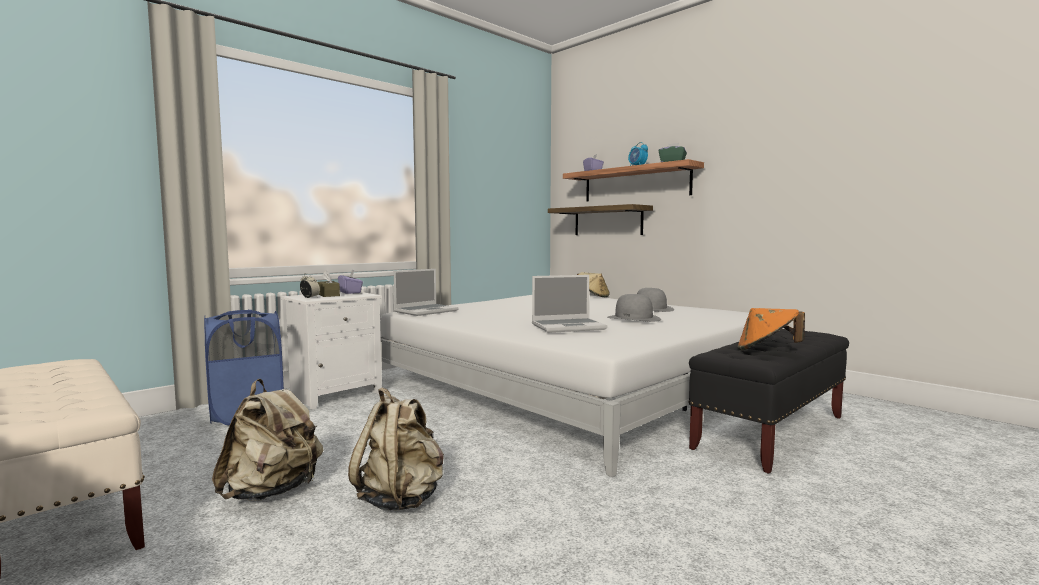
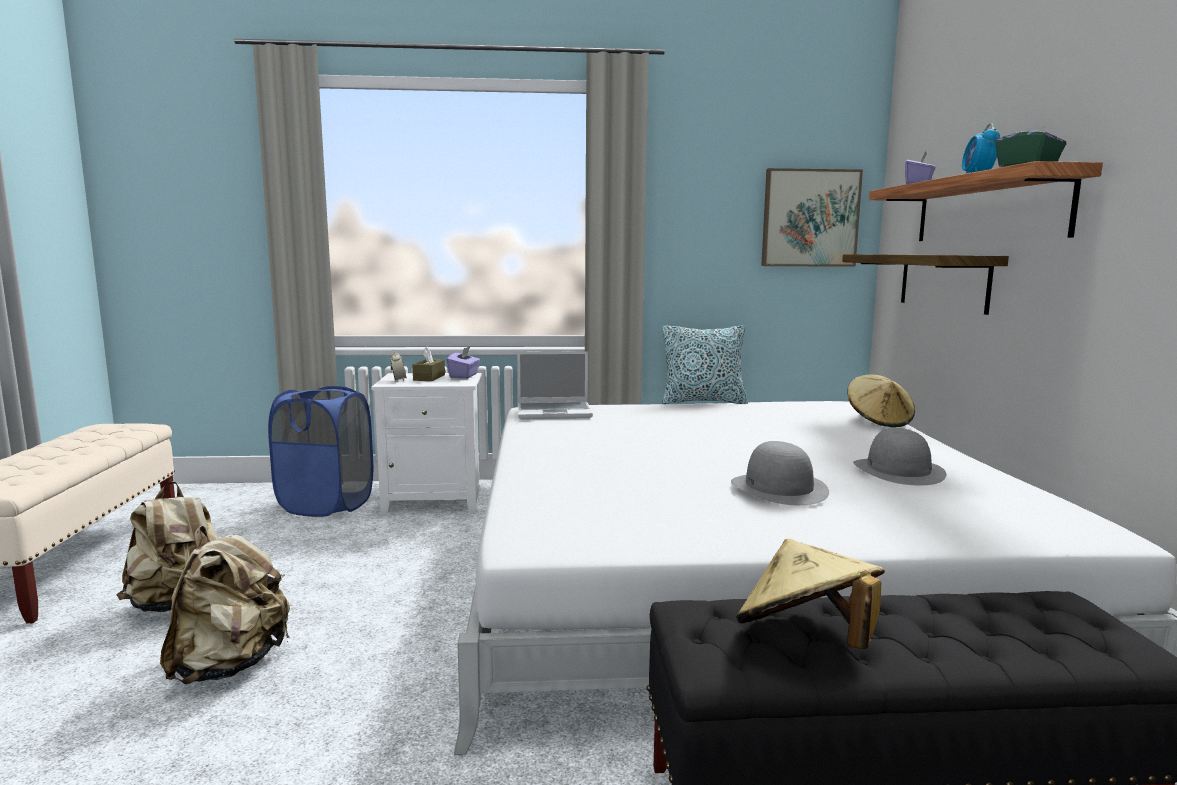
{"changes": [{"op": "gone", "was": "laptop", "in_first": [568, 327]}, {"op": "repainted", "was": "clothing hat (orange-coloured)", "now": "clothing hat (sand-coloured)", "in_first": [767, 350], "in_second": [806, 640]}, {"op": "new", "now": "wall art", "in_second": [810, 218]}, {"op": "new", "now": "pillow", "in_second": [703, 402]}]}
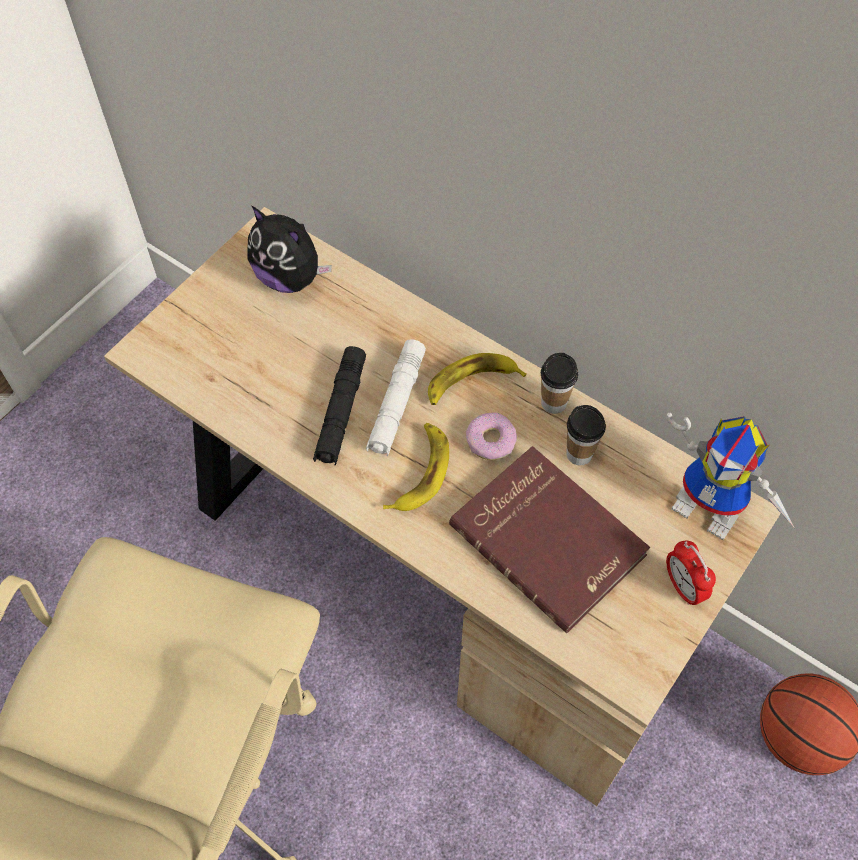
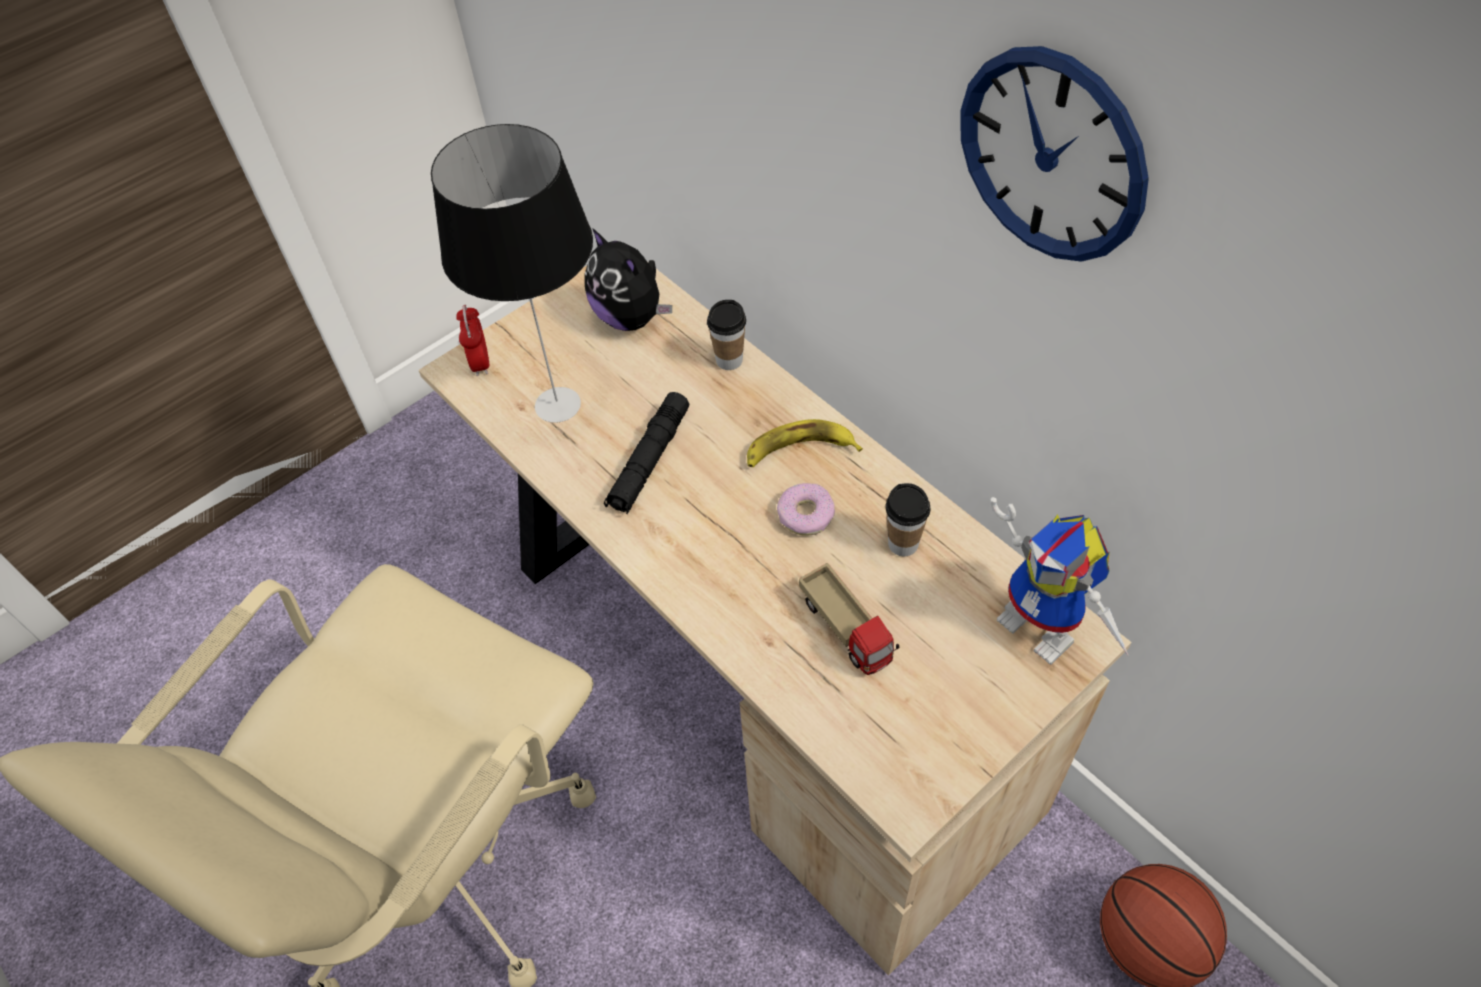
{"changes": [{"op": "gone", "was": "torch (white-coloured)", "in_first": [396, 403]}, {"op": "shifted", "was": "cup", "in_first": [553, 403], "in_second": [729, 360]}, {"op": "gone", "was": "banana fruit", "in_first": [420, 472]}, {"op": "swapped", "was": "bound book (red-coloured)", "now": "toy lorry", "in_first": [550, 538], "in_second": [847, 629]}, {"op": "shifted", "was": "bedside clock", "in_first": [683, 587], "in_second": [480, 362]}, {"op": "new", "now": "wall clock", "in_second": [1051, 156]}, {"op": "new", "now": "lamp for a table", "in_second": [557, 406]}]}
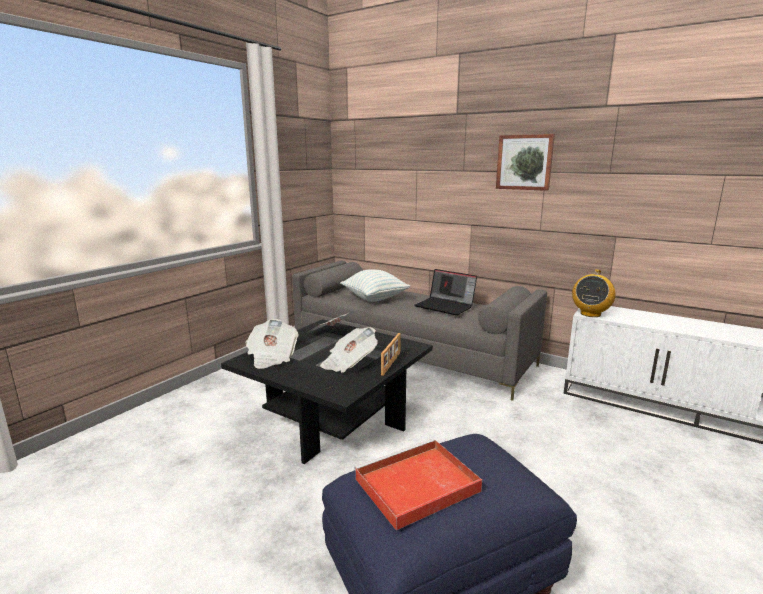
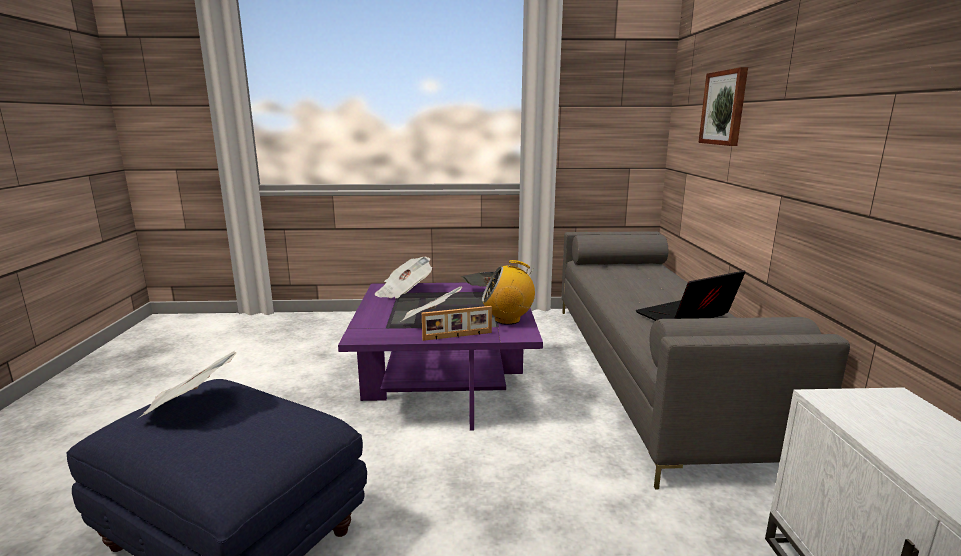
{"changes": [{"op": "shifted", "was": "wall art", "in_first": [524, 162], "in_second": [724, 108]}, {"op": "rotated", "was": "laptop", "in_first": [445, 306], "in_second": [685, 317], "clockwise": 60}, {"op": "shifted", "was": "radio", "in_first": [590, 314], "in_second": [507, 319]}, {"op": "gone", "was": "pillow", "in_first": [374, 298]}, {"op": "repainted", "was": "coffee table (blackish)", "now": "coffee table (purple)", "in_first": [333, 419], "in_second": [445, 385]}, {"op": "swapped", "was": "tray (red-coloured)", "now": "printed paper", "in_first": [415, 486], "in_second": [192, 405]}]}
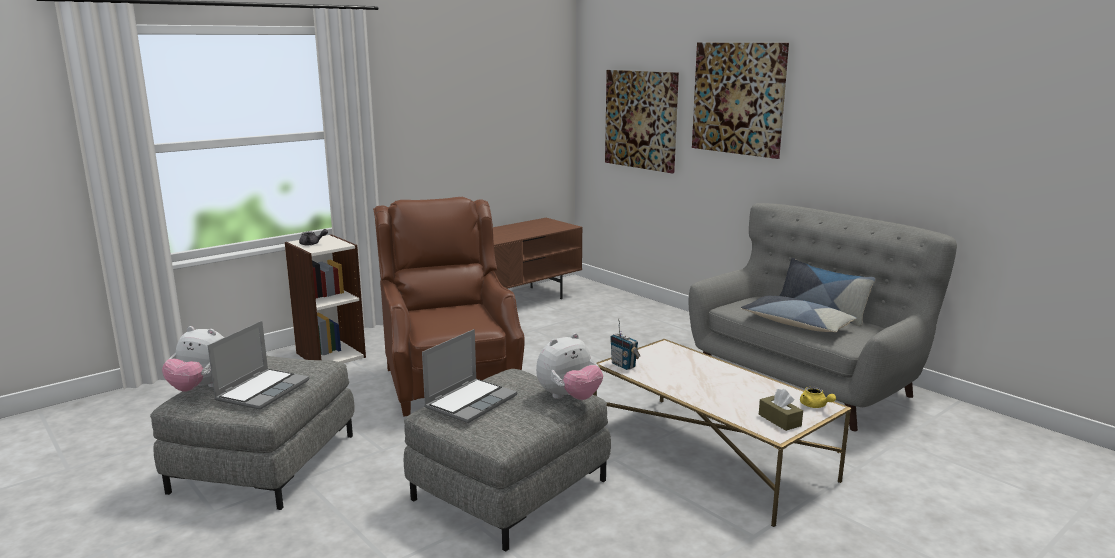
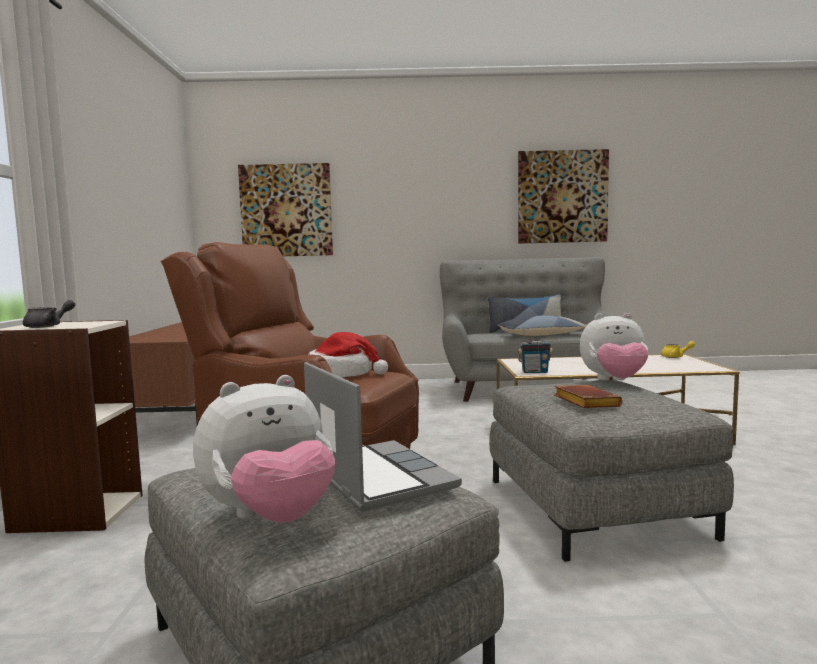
{"changes": [{"op": "shifted", "was": "wall art", "in_first": [738, 98], "in_second": [562, 197]}, {"op": "swapped", "was": "laptop", "now": "bound book (brown)", "in_first": [471, 401], "in_second": [584, 402]}, {"op": "rotated", "was": "soft toy", "in_first": [569, 398], "in_second": [614, 381], "clockwise": 90}, {"op": "gone", "was": "tissue box (brown)", "in_first": [779, 420]}, {"op": "new", "now": "clothing hat", "in_second": [342, 374]}]}
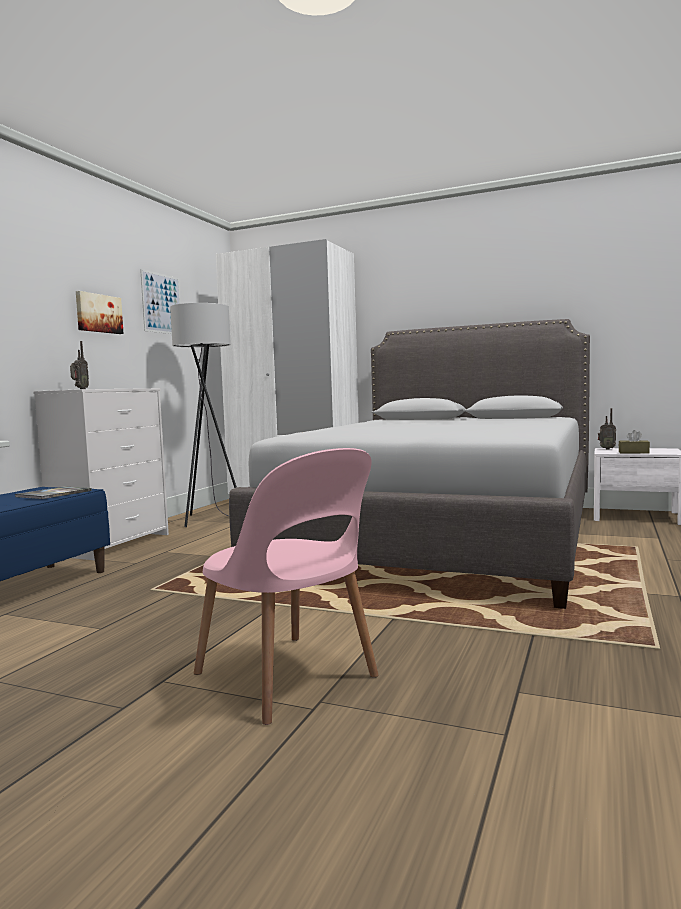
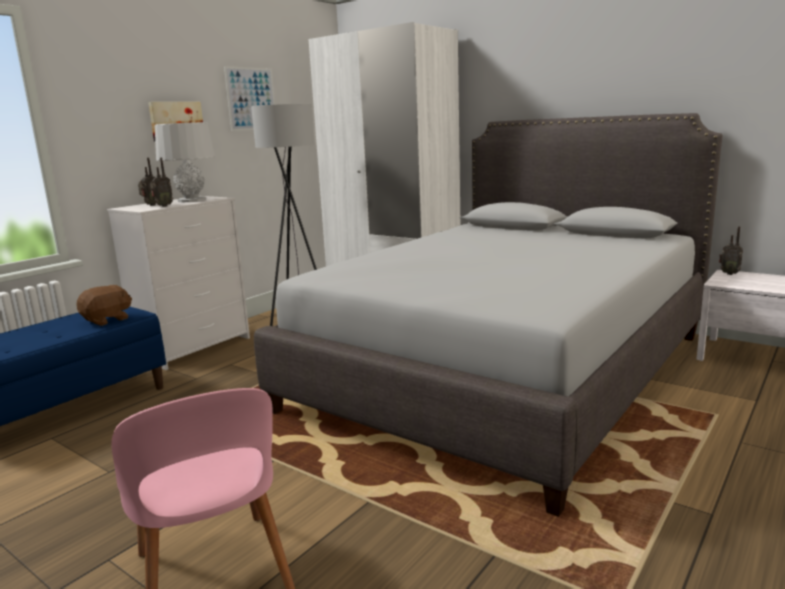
{"changes": [{"op": "gone", "was": "tissue box (brown)", "in_first": [633, 452]}, {"op": "swapped", "was": "bound book", "now": "soft toy (brown)", "in_first": [54, 494], "in_second": [107, 320]}, {"op": "new", "now": "lamp for a table (grey)", "in_second": [191, 200]}, {"op": "new", "now": "radio", "in_second": [162, 206]}]}
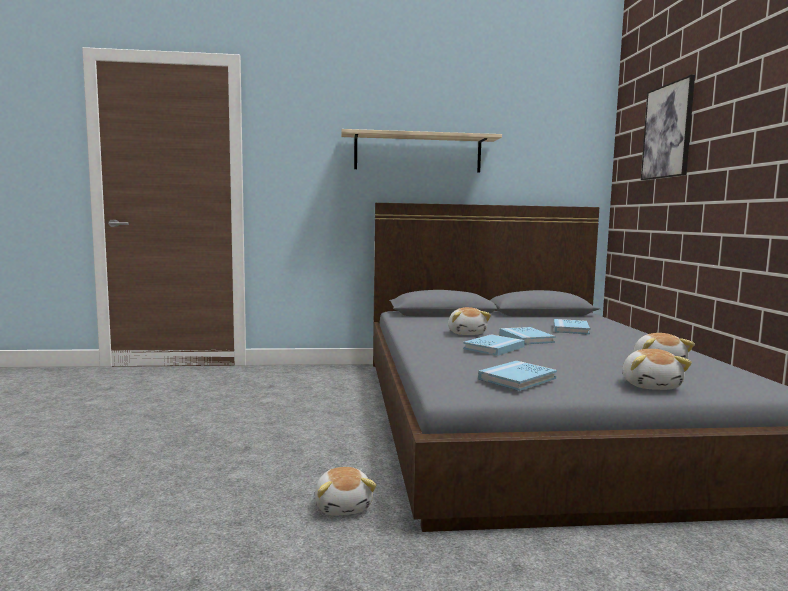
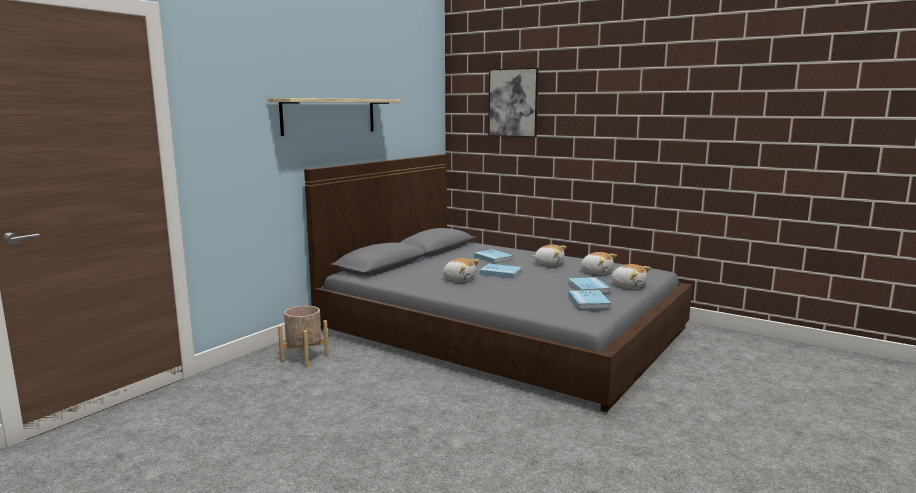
{"changes": [{"op": "shifted", "was": "bound book (bluish)", "in_first": [494, 348], "in_second": [588, 288]}, {"op": "shifted", "was": "soft toy", "in_first": [344, 506], "in_second": [549, 264]}, {"op": "new", "now": "plant pot (sand-coloured)", "in_second": [304, 358]}]}
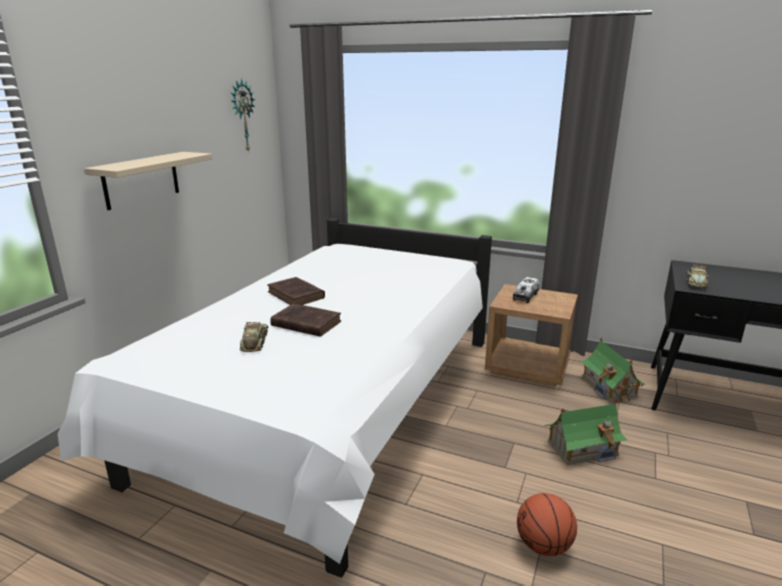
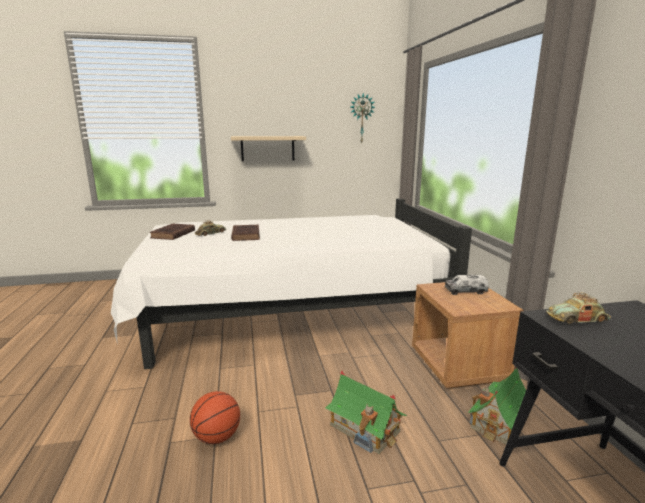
{"changes": [{"op": "shifted", "was": "bound book (brown)", "in_first": [297, 295], "in_second": [172, 234]}]}
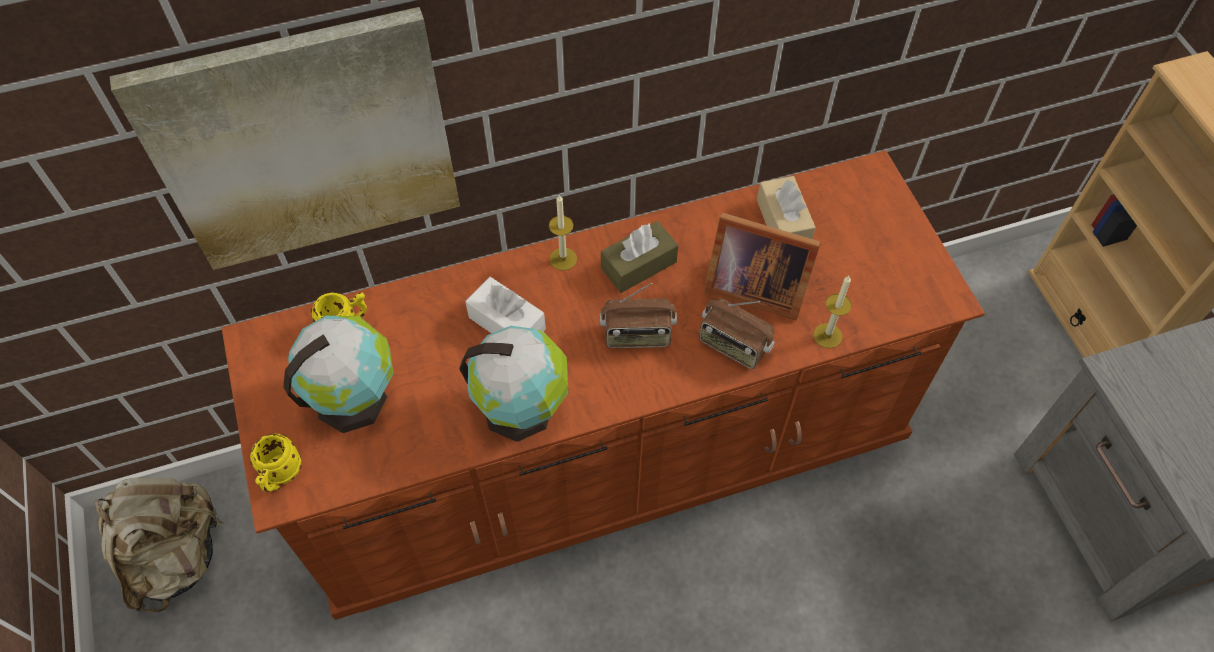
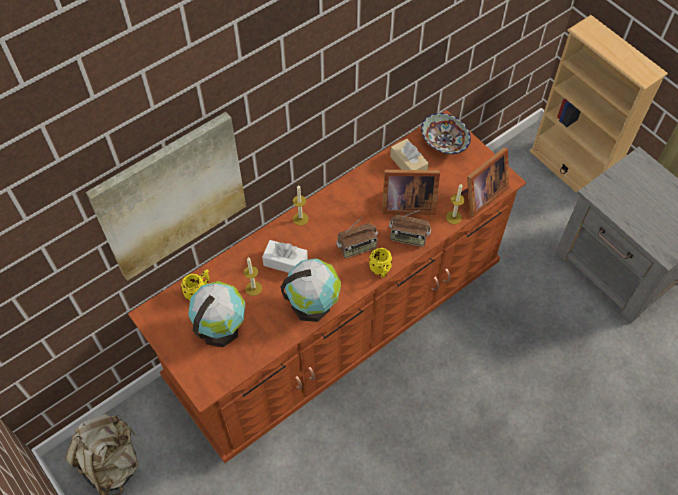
{"changes": [{"op": "gone", "was": "tissue box (brown)", "in_first": [638, 265]}, {"op": "shifted", "was": "mug (yellow-coloured)", "in_first": [280, 476], "in_second": [381, 271]}, {"op": "new", "now": "deep dish", "in_second": [444, 142]}, {"op": "new", "now": "photo frame", "in_second": [479, 196]}, {"op": "new", "now": "candle", "in_second": [253, 288]}]}
